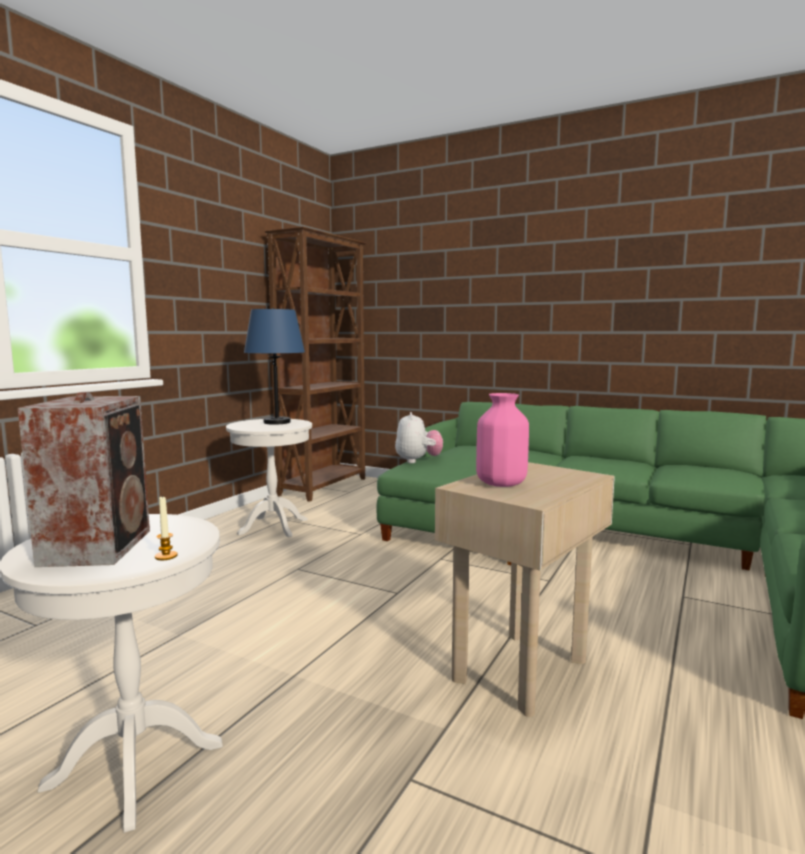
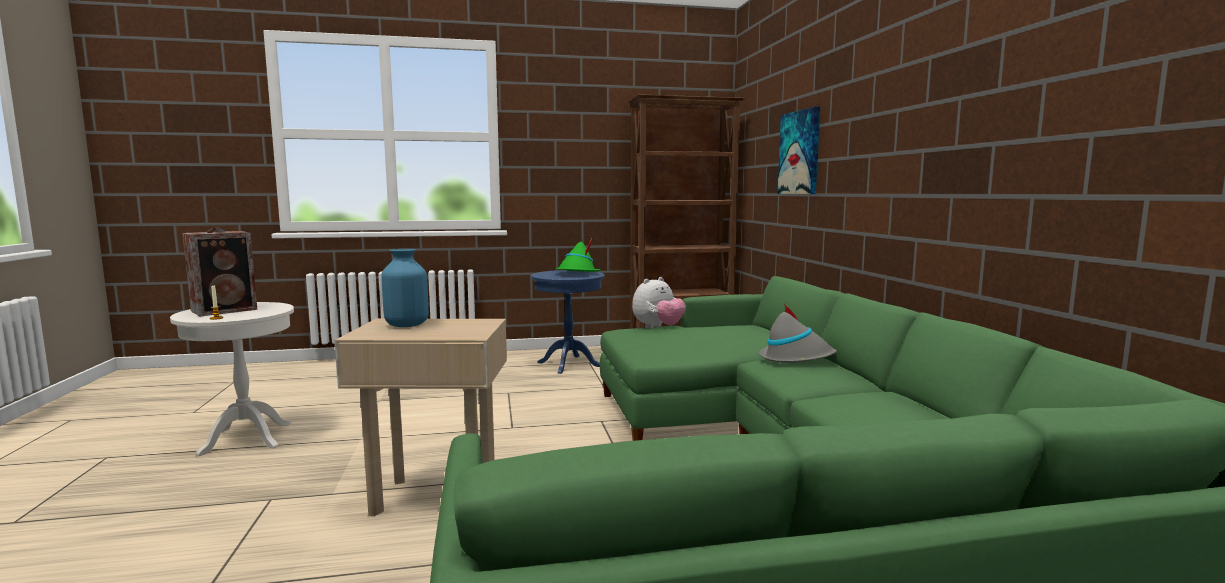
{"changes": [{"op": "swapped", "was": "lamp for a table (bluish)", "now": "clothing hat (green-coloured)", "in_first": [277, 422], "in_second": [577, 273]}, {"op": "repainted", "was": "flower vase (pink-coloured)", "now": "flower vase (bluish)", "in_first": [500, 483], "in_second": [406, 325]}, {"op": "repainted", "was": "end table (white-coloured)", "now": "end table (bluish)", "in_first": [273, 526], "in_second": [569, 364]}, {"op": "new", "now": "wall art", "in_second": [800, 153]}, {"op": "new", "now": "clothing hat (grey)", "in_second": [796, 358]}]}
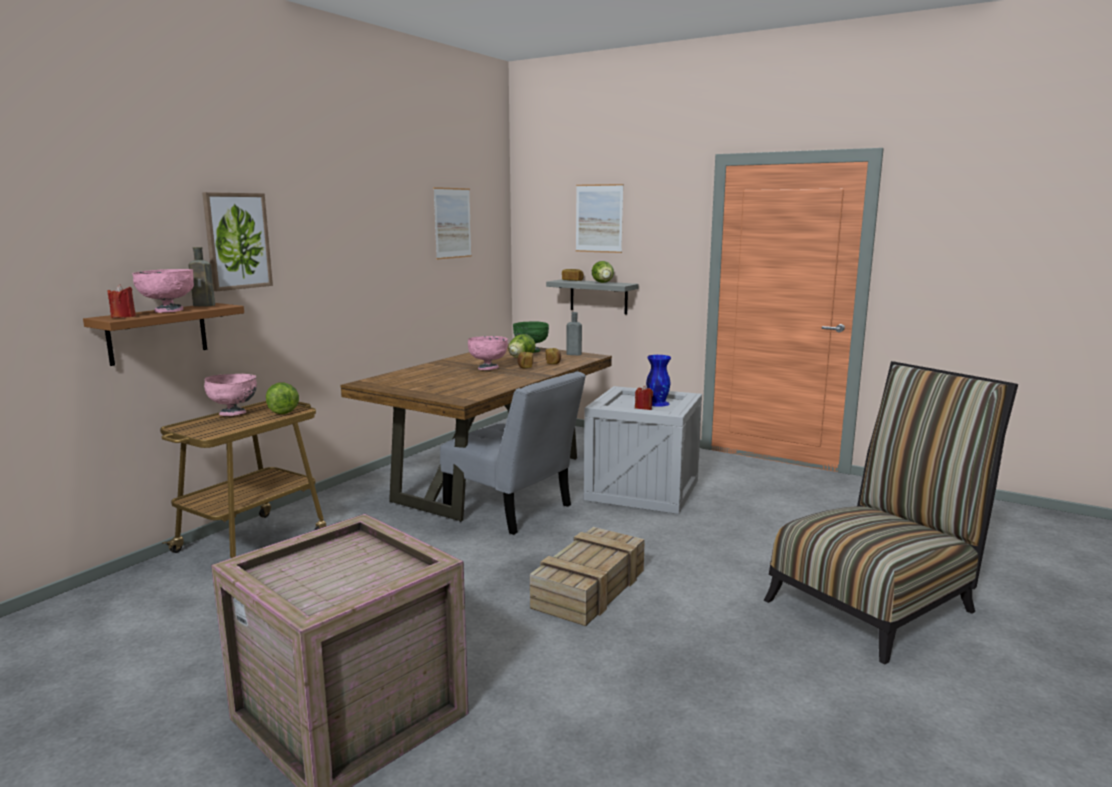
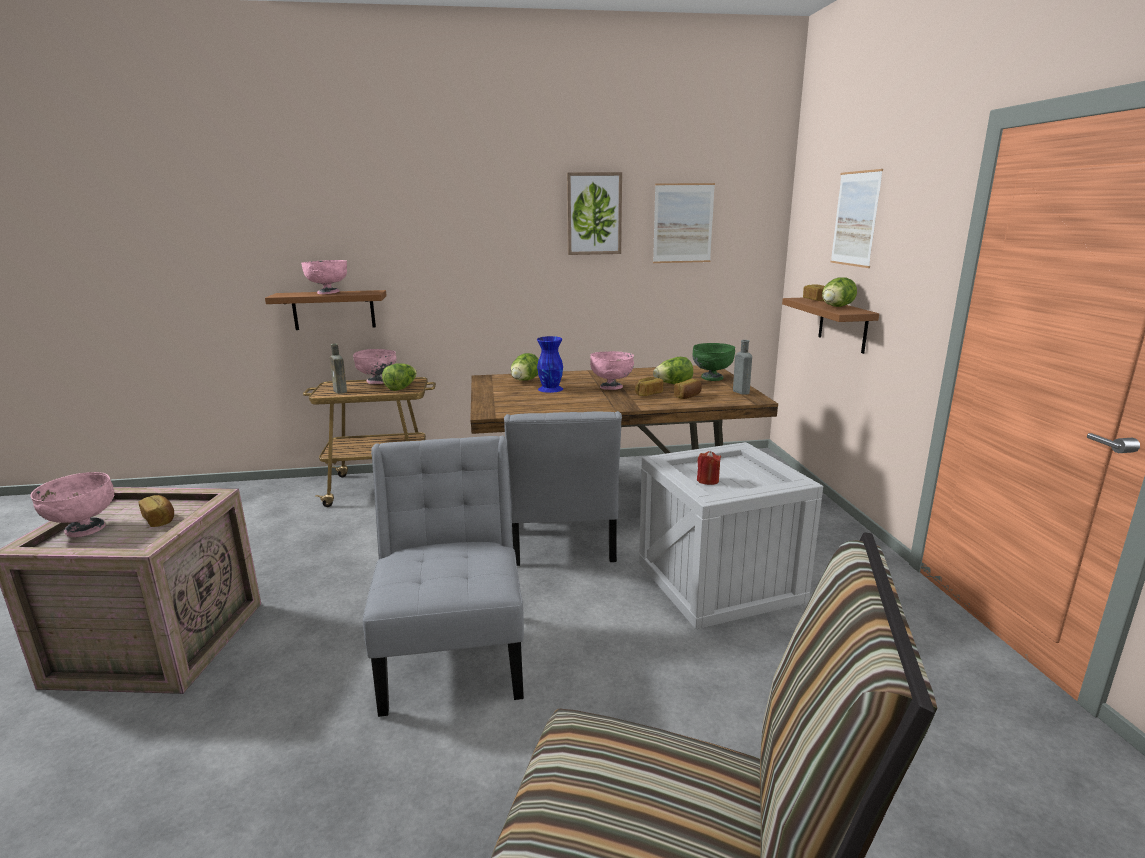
{"changes": [{"op": "shifted", "was": "wall art", "in_first": [237, 241], "in_second": [594, 214]}, {"op": "shifted", "was": "drink bottle (brown)", "in_first": [205, 305], "in_second": [341, 391]}, {"op": "repainted", "was": "wall shelf (grey)", "now": "wall shelf (brown)", "in_first": [598, 296], "in_second": [843, 324]}, {"op": "gone", "was": "candle (red-coloured)", "in_first": [123, 317]}, {"op": "shifted", "was": "flower vase (bluish)", "in_first": [657, 403], "in_second": [551, 389]}, {"op": "swapped", "was": "crate", "now": "upright chair (grey)", "in_first": [589, 587], "in_second": [454, 652]}, {"op": "new", "now": "lettuce", "in_second": [525, 381]}, {"op": "new", "now": "deep dish (pink-coloured)", "in_second": [84, 530]}, {"op": "new", "now": "bakery bread", "in_second": [160, 519]}]}
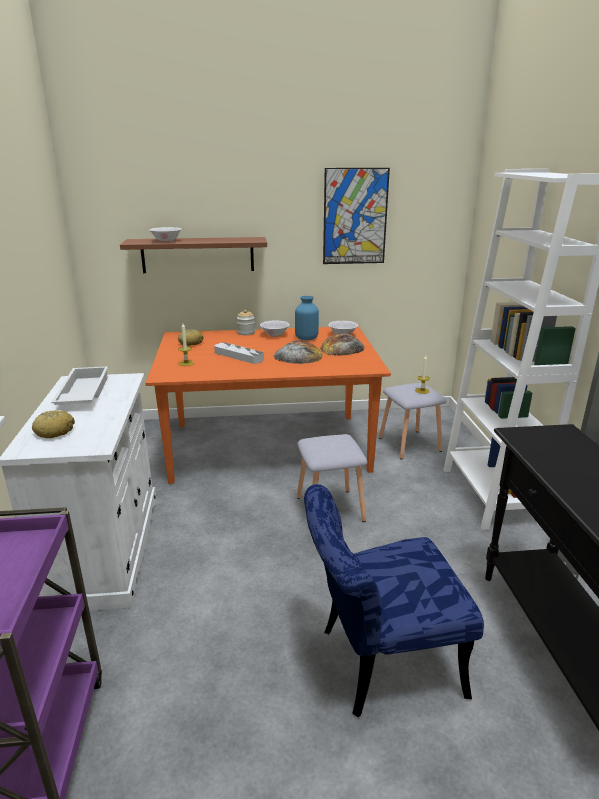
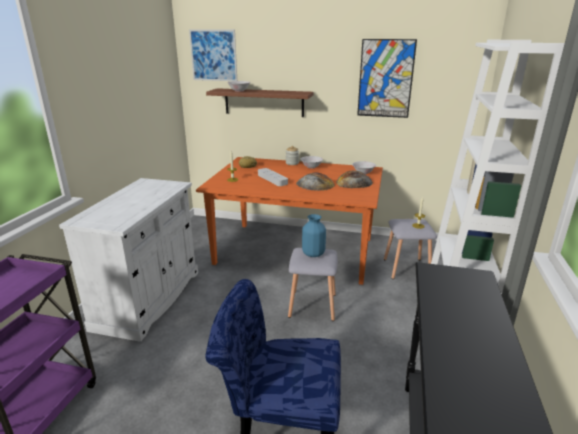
{"changes": [{"op": "shifted", "was": "flower vase (bluish)", "in_first": [306, 338], "in_second": [313, 254]}, {"op": "gone", "was": "tray (white-coloured)", "in_first": [82, 393]}, {"op": "gone", "was": "bakery bread", "in_first": [55, 431]}, {"op": "new", "now": "wall art", "in_second": [213, 55]}]}
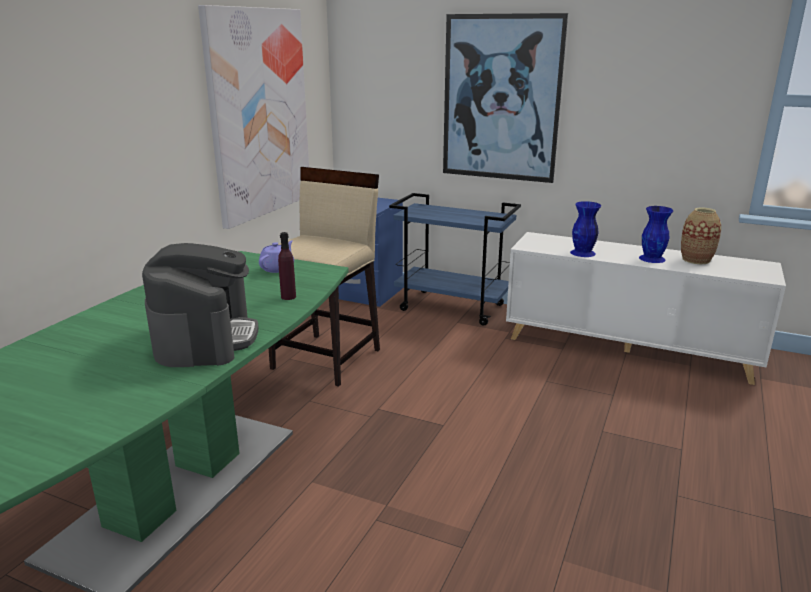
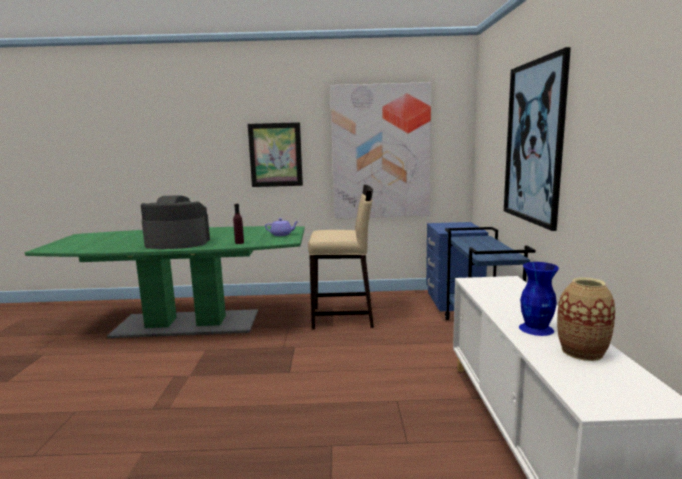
{"changes": [{"op": "gone", "was": "flower vase (bluish)", "in_first": [582, 253]}, {"op": "rotated", "was": "coffee maker", "in_first": [205, 338], "in_second": [177, 243], "clockwise": -150}, {"op": "new", "now": "wall art", "in_second": [275, 155]}]}
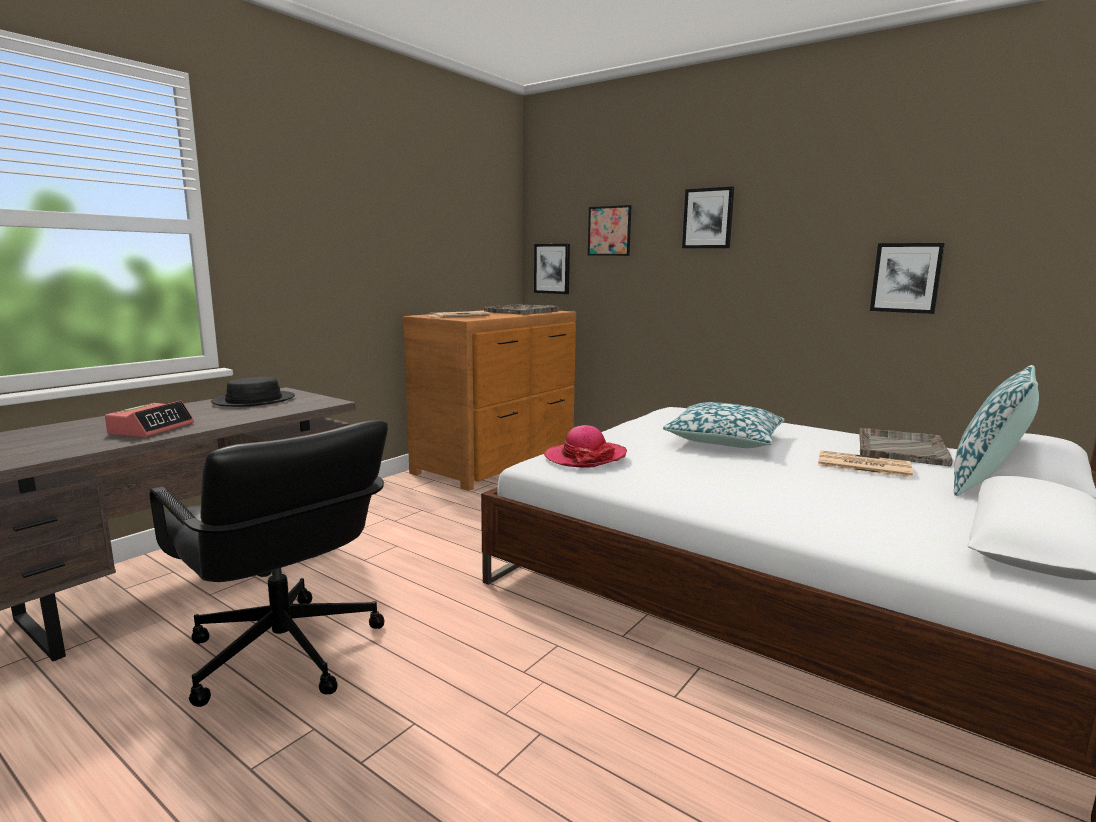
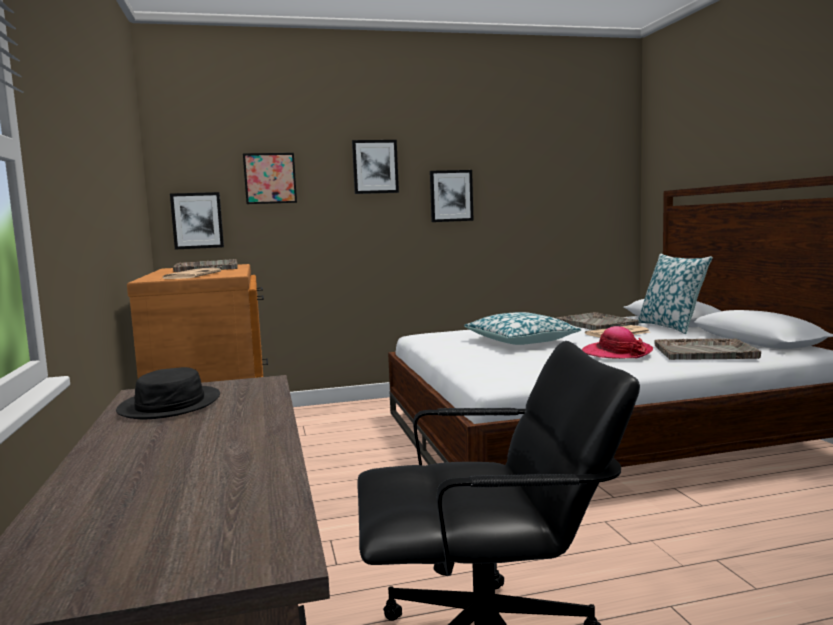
{"changes": [{"op": "shifted", "was": "wall art", "in_first": [906, 278], "in_second": [451, 196]}, {"op": "gone", "was": "bedside clock", "in_first": [152, 429]}, {"op": "shifted", "was": "clothing hat", "in_first": [585, 457], "in_second": [616, 353]}, {"op": "new", "now": "tray (grey)", "in_second": [705, 352]}]}
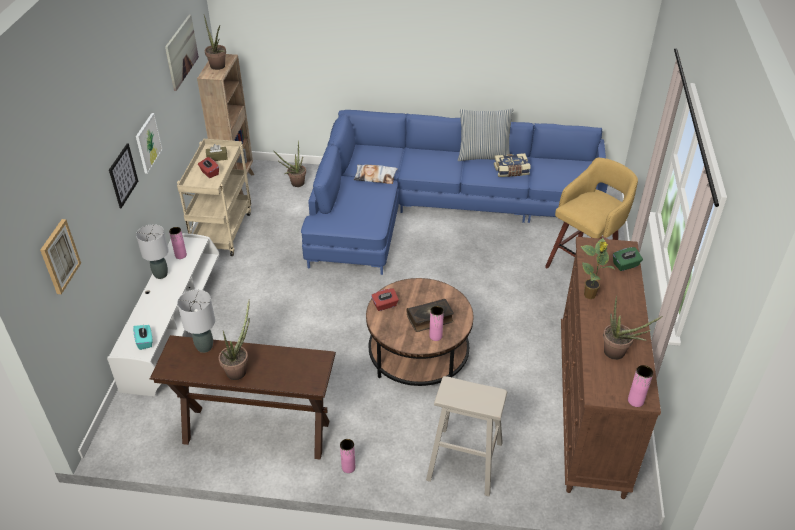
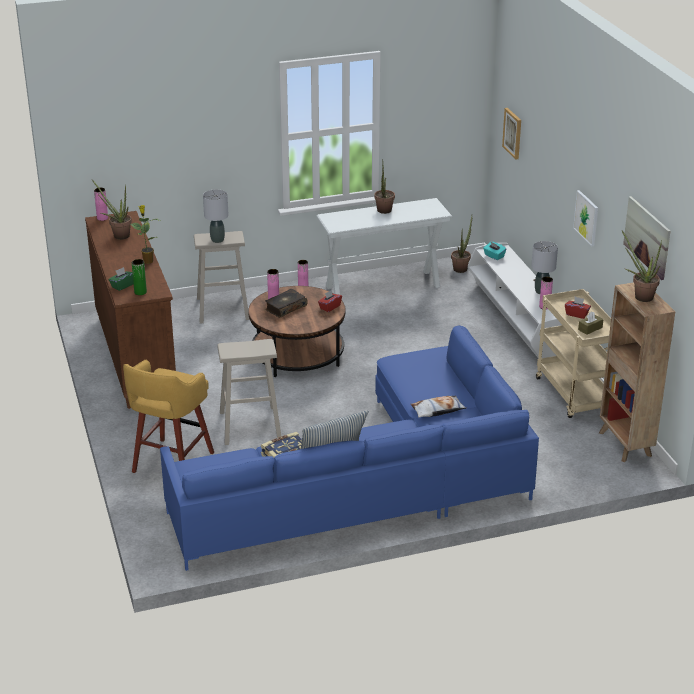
{"changes": [{"op": "shifted", "was": "plant in a pot", "in_first": [295, 184], "in_second": [461, 268]}, {"op": "gone", "was": "wall art", "in_first": [123, 175]}, {"op": "shifted", "was": "lamp for a table (grey)", "in_first": [204, 347], "in_second": [217, 240]}, {"op": "repainted", "was": "hall table (brown)", "now": "hall table (white-coloured)", "in_first": [256, 432], "in_second": [383, 286]}, {"op": "new", "now": "flower vase (green-coloured)", "in_second": [140, 292]}, {"op": "new", "now": "stool seat (sand-coloured)", "in_second": [250, 425]}]}
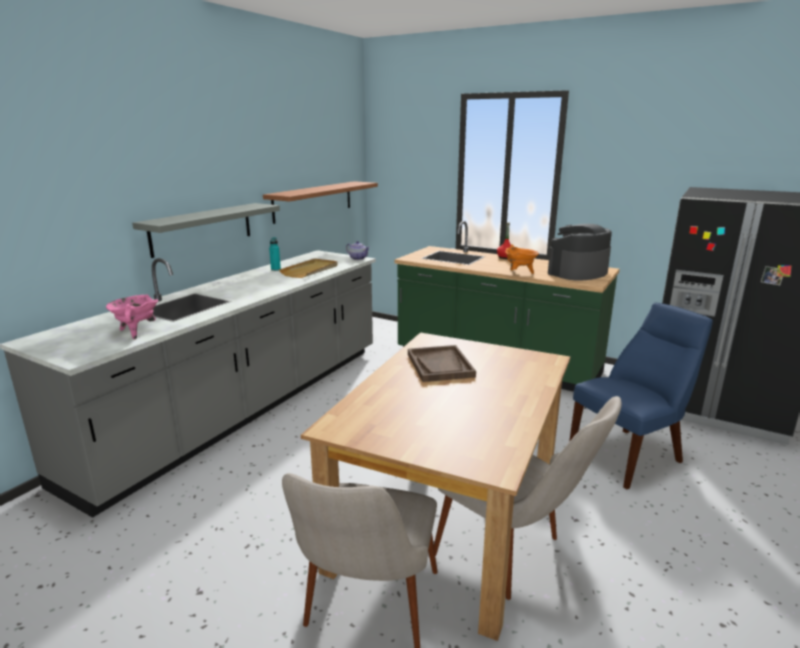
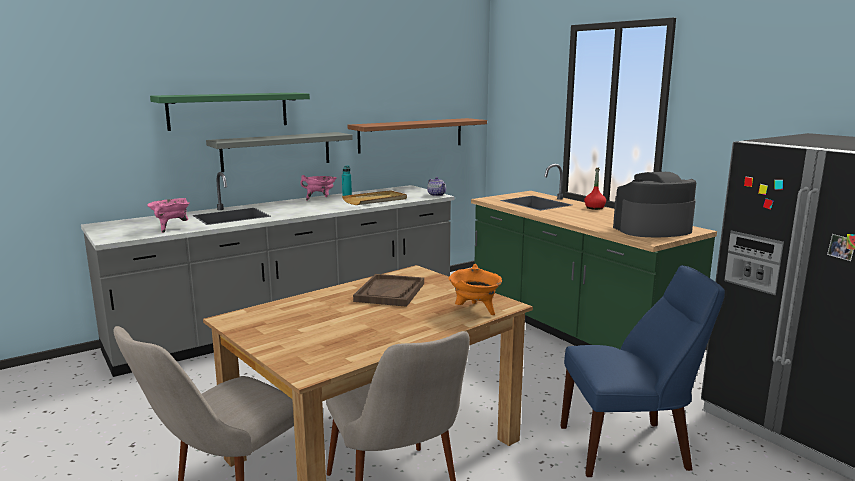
{"changes": [{"op": "shifted", "was": "cooking pot (orange-coloured)", "in_first": [519, 273], "in_second": [475, 311]}, {"op": "new", "now": "wall shelf (green-coloured)", "in_second": [228, 111]}, {"op": "new", "now": "cooking pot (pink-coloured)", "in_second": [320, 199]}]}
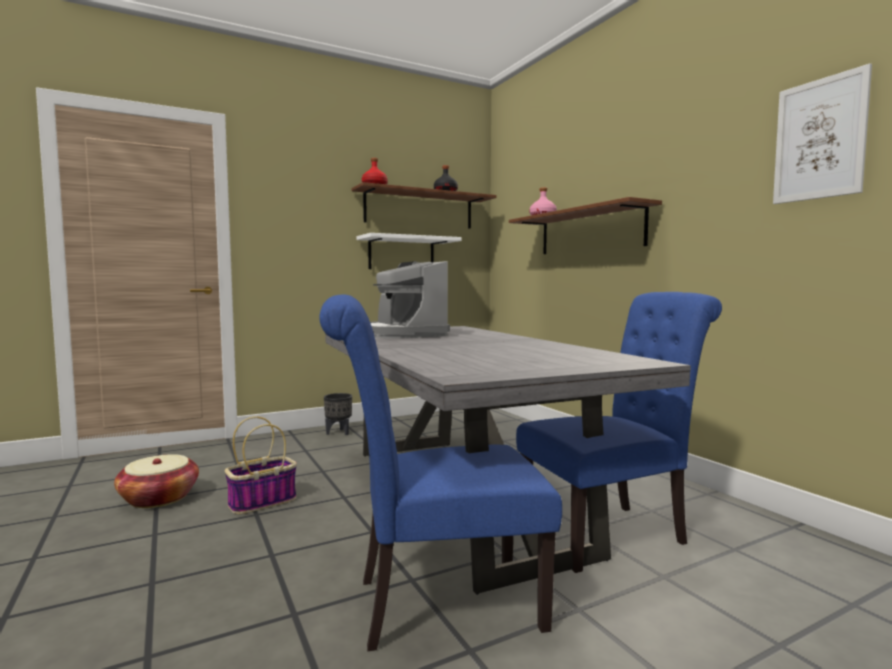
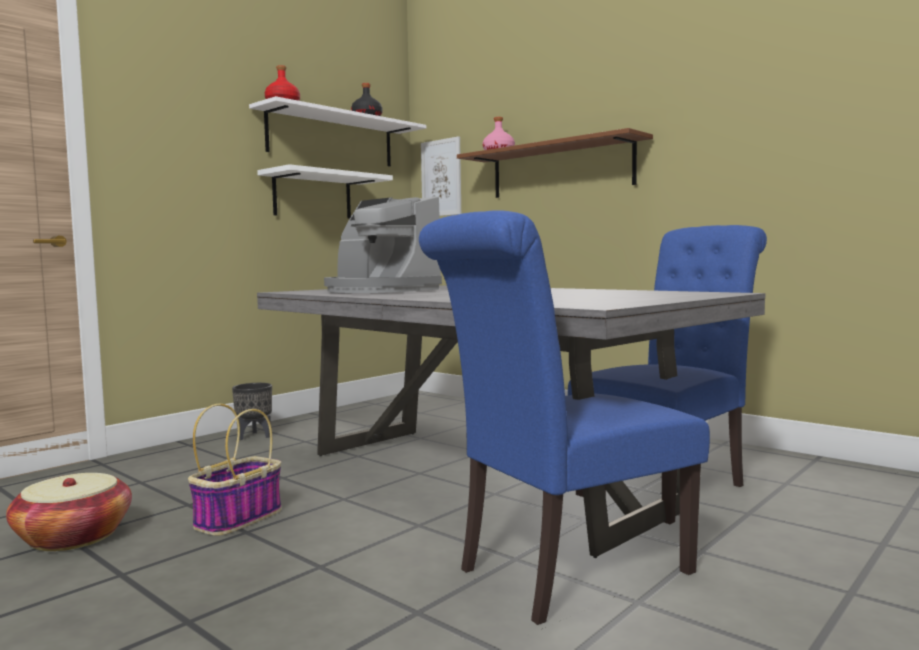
{"changes": [{"op": "shifted", "was": "wall art", "in_first": [819, 139], "in_second": [441, 178]}, {"op": "repainted", "was": "wall shelf (brown)", "now": "wall shelf (white-coloured)", "in_first": [419, 209], "in_second": [332, 139]}]}
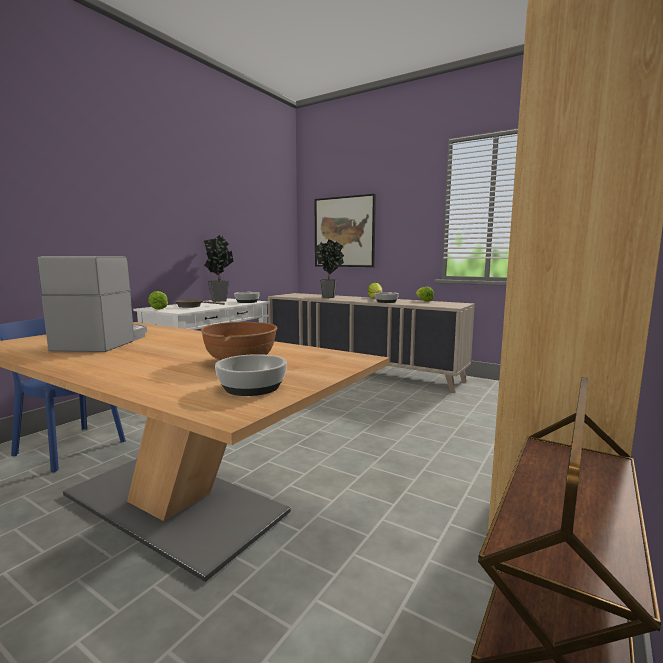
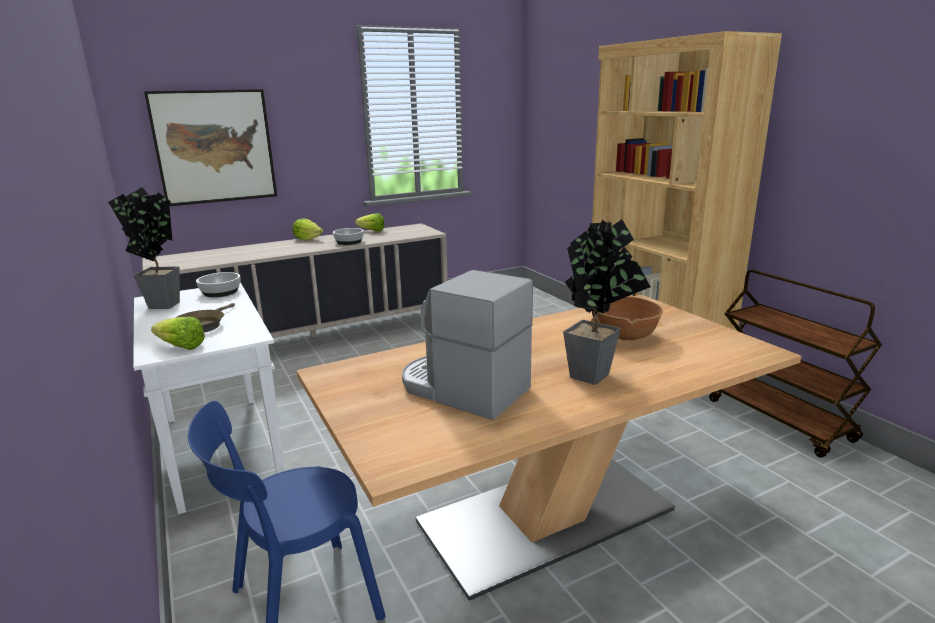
{"changes": [{"op": "shifted", "was": "plant in a pot", "in_first": [330, 297], "in_second": [595, 374]}, {"op": "gone", "was": "deep dish", "in_first": [252, 387]}]}
